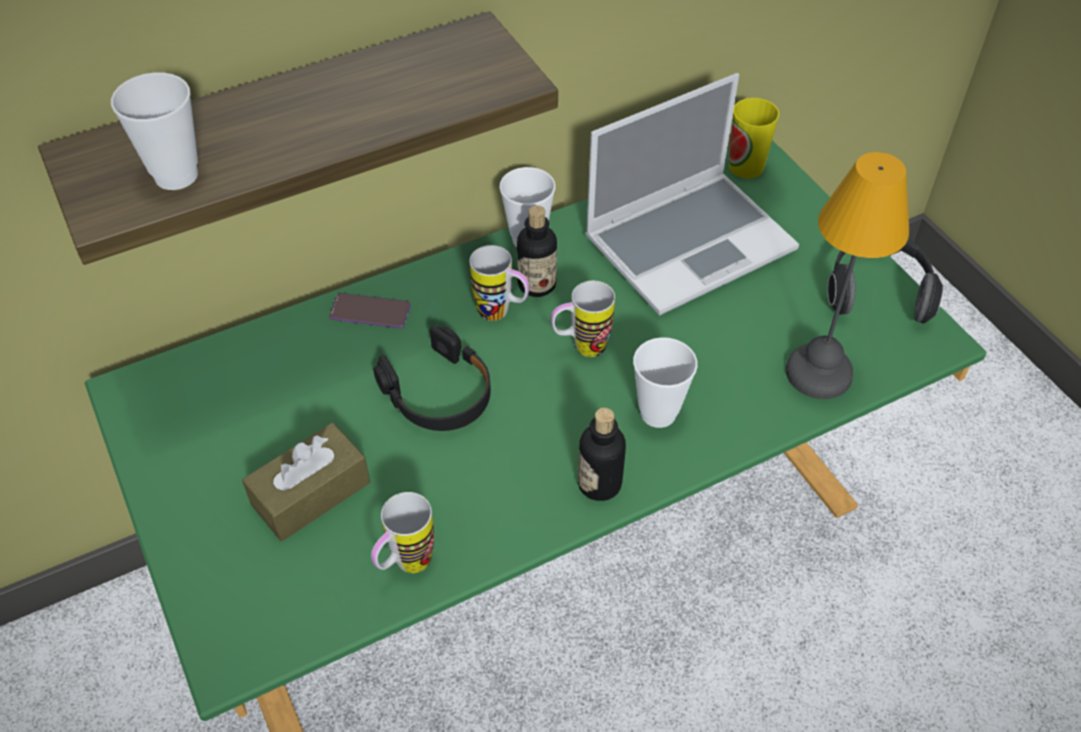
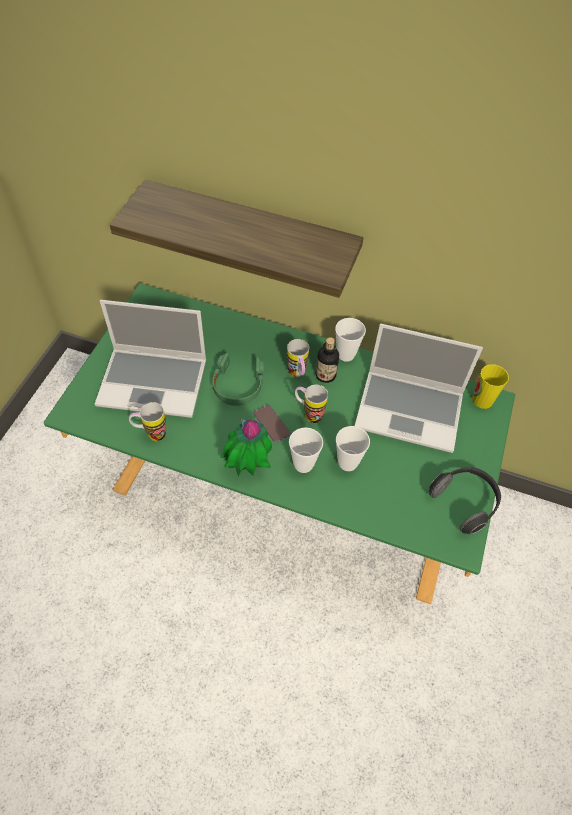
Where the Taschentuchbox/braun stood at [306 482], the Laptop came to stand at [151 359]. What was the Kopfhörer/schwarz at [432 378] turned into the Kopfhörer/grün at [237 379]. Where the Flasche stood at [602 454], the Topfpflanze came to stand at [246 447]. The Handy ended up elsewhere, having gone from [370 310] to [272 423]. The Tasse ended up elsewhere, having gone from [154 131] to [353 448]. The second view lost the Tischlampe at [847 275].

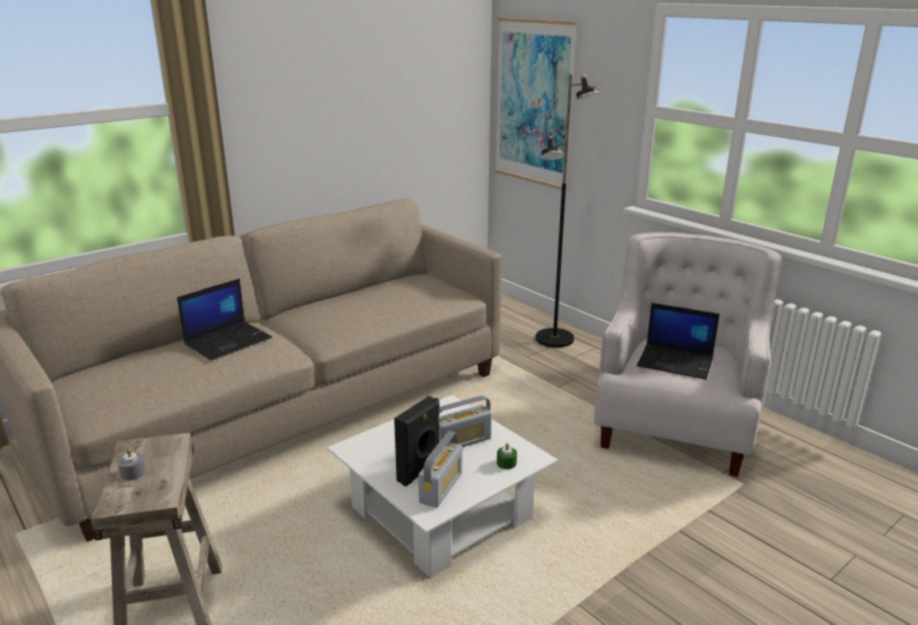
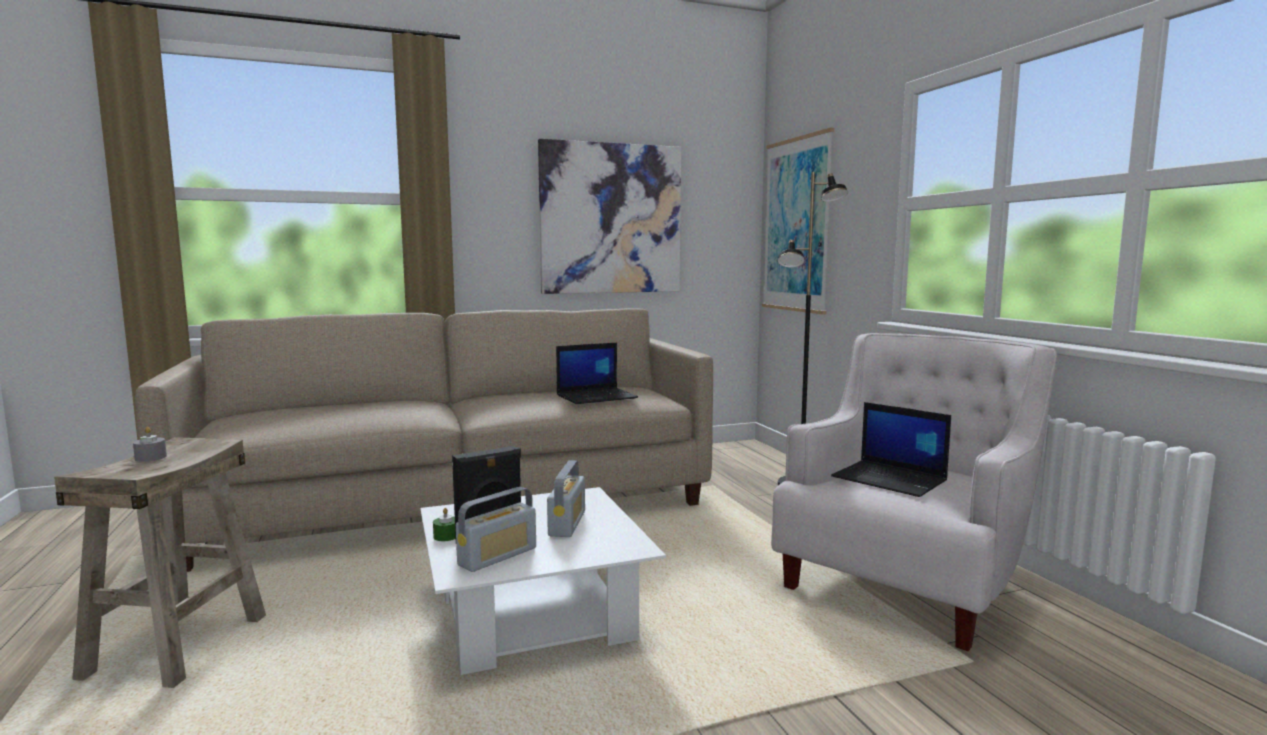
The Kerze/grün ended up elsewhere, having gone from [507 456] to [444 524]. The second view gained the Bild at [609 216]. The Radio at [465 421] ended up facing another way, 75 degrees counterclockwise from before. The Laptop ended up elsewhere, having gone from [224 319] to [597 373].

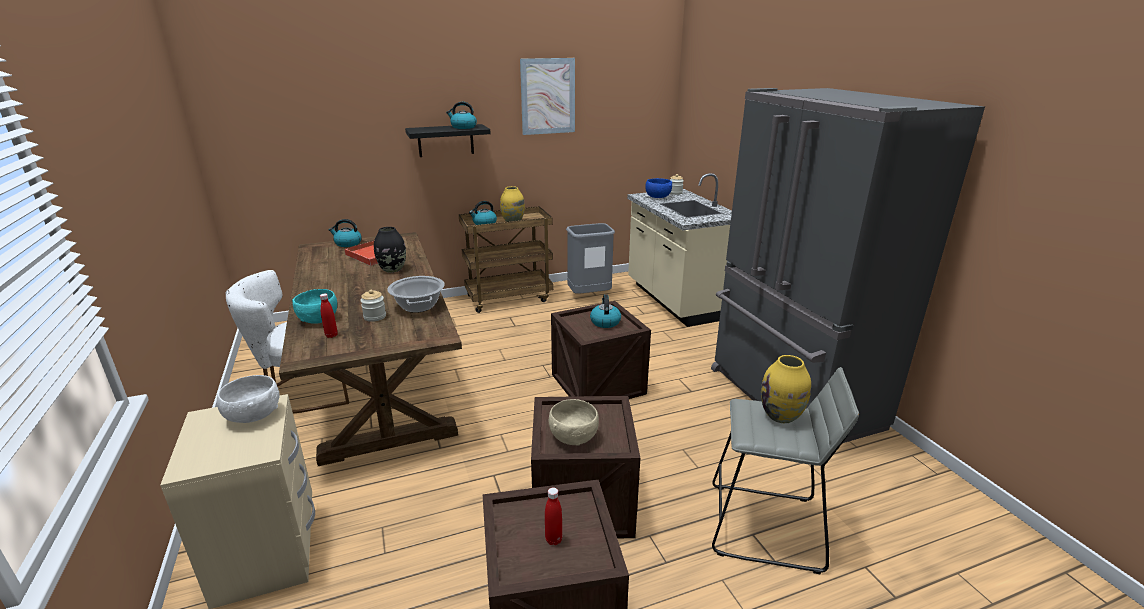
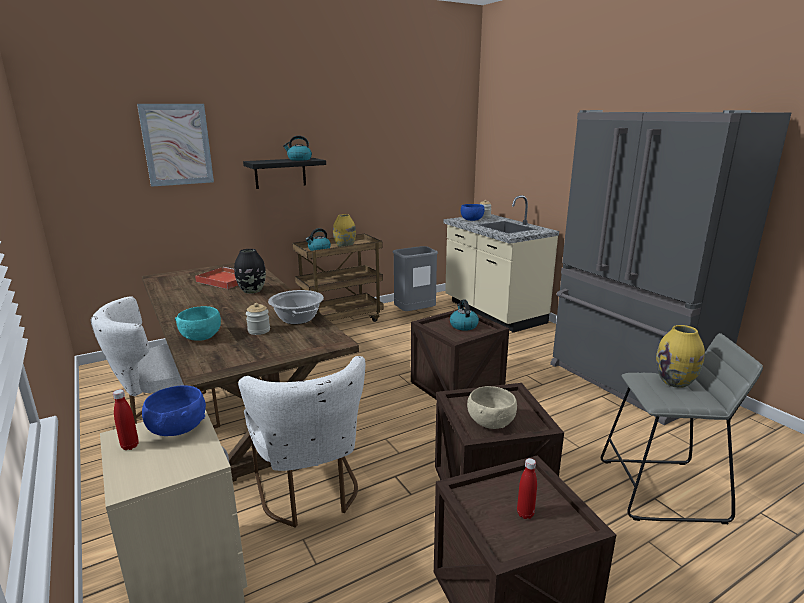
The Flasche/rot ended up elsewhere, having gone from [328 315] to [126 419]. The Bild ended up elsewhere, having gone from [547 96] to [175 145]. What was the Schüssel/weiß at [248 399] turned into the Schüssel/blau at [174 410]. The second view gained the Stuhl/weiß at [301 442]. The second view lost the Wasserkessel at [345 233].

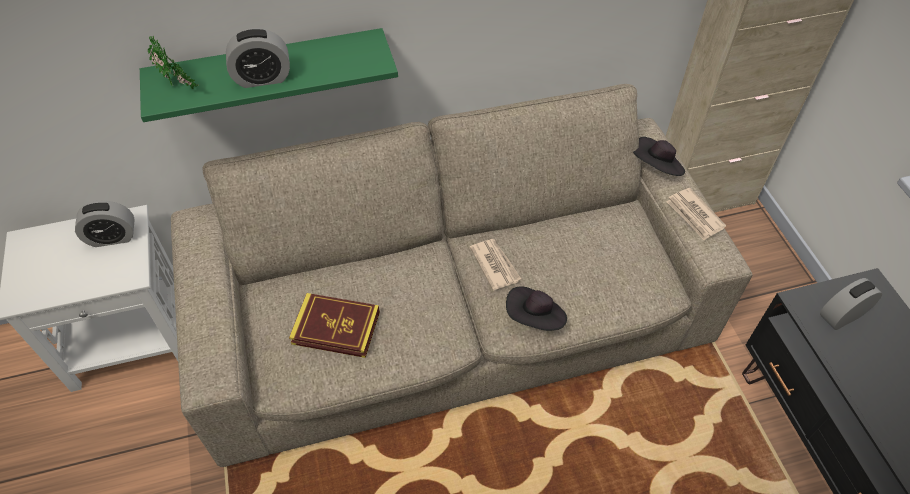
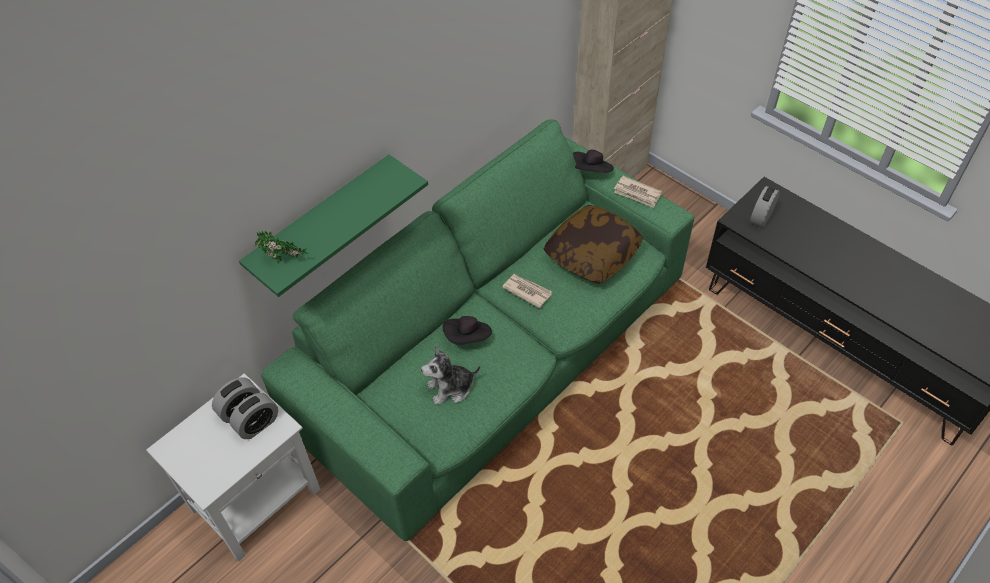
The Wecker ended up elsewhere, having gone from [258 58] to [254 416]. What was the Sofa/beige at [462 275] turned into the Sofa/grün at [477 330]. Where the Buch stood at [334 325], the Plüschtier came to stand at [450 375]. The Hut/schwarz ended up elsewhere, having gone from [536 308] to [467 330]. The second view gained the Kissen at [593 244].

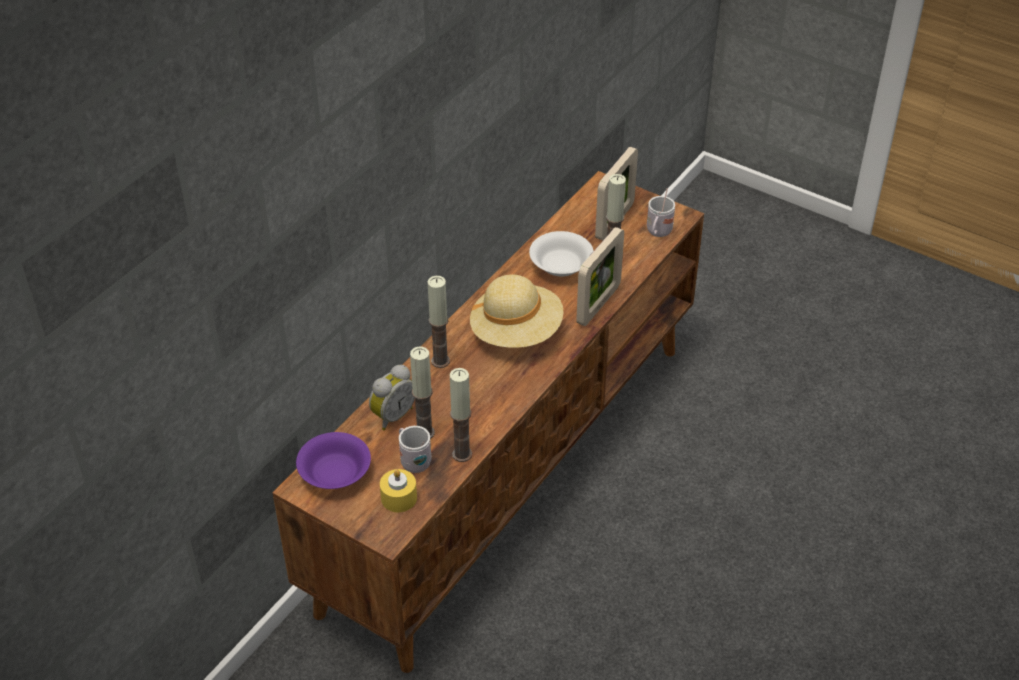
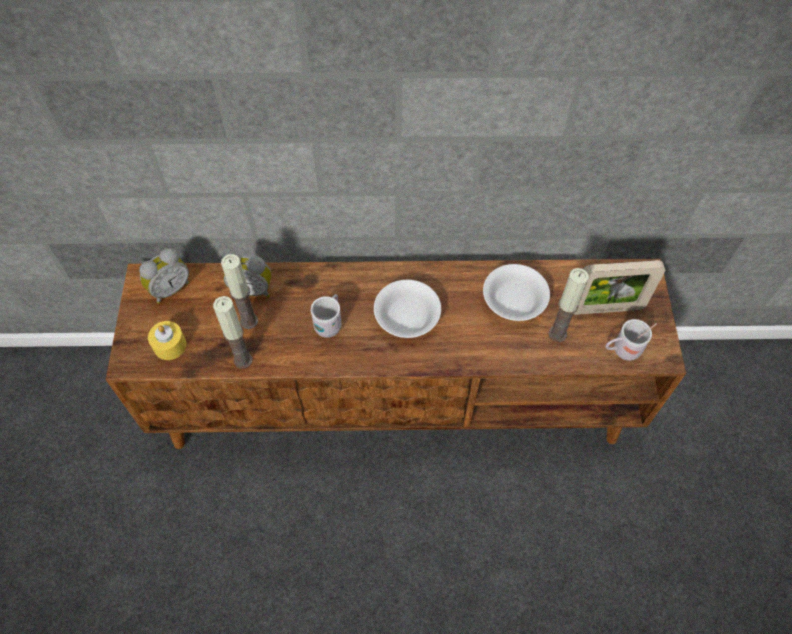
Where the Schüssel/lila stood at [333 460], the Wecker came to stand at [164 276]. The Henkelbecher/weiß ended up elsewhere, having gone from [415 449] to [326 316]. Where the Hut/beige stood at [517 311], the Schüssel/weiß came to stand at [407 309]. The second view lost the Kerze at [438 322]. The second view lost the Bilderrahmen at [600 276].

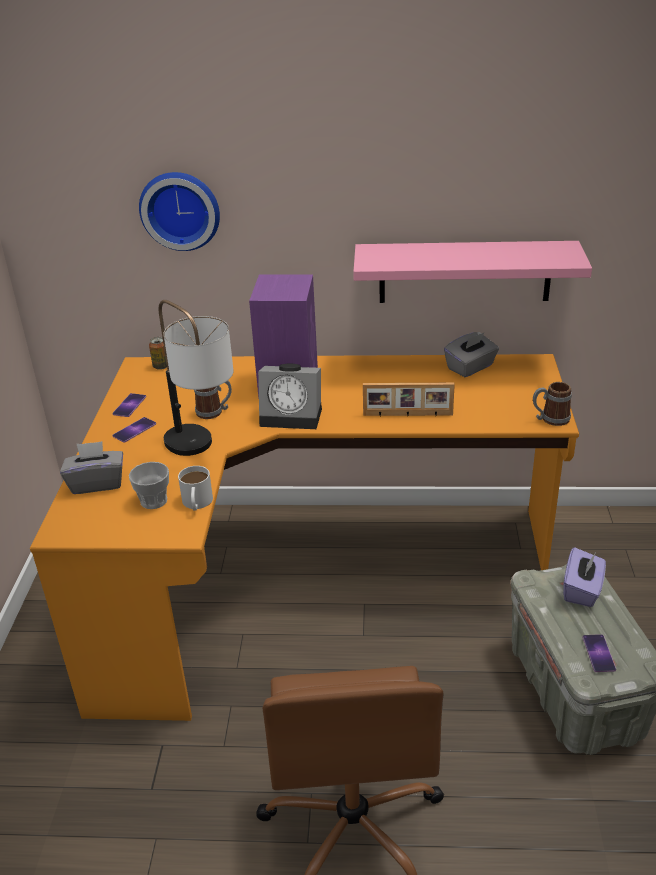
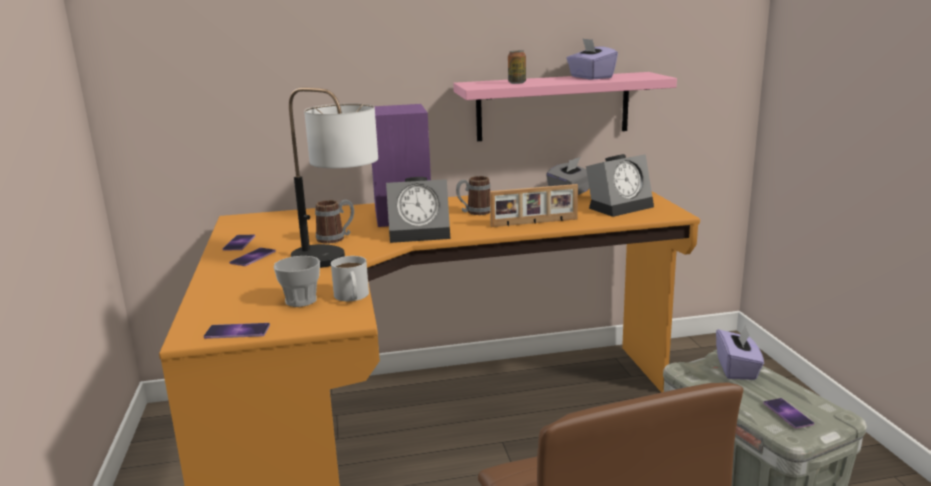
The second view gained the Handy at [237 331]. The Henkelbecher ended up elsewhere, having gone from [552 404] to [473 195]. The Dose ended up elsewhere, having gone from [158 353] to [517 67]. The second view gained the Taschentuchbox/lila at [592 59]. The second view gained the Wecker at [620 185]. The second view lost the Taschentuchbox/grau at [91 467]. The second view lost the Wanduhr at [179 211].

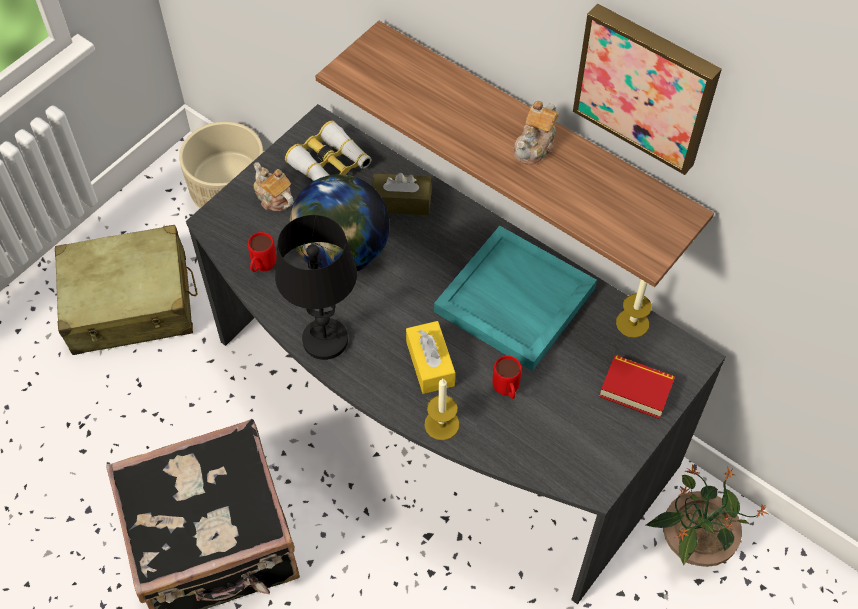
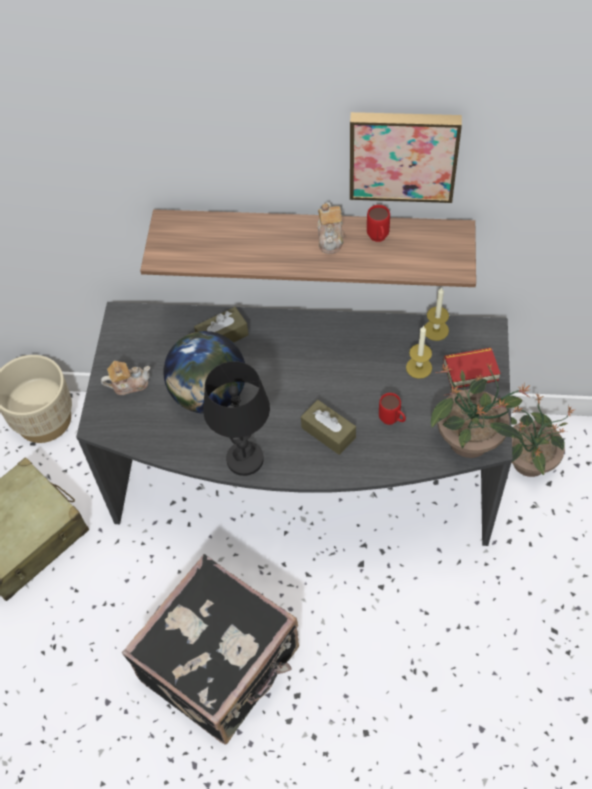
The Teekanne at [274 186] ended up facing another way, 150 degrees clockwise from before. What was the Taschentuchbox/gelb at [430 357] turned into the Taschentuchbox/braun at [328 427]. The Henkelbecher/rot ended up elsewhere, having gone from [262 252] to [378 223]. The Kerze ended up elsewhere, having gone from [441 409] to [419 352]. The second view gained the Topfpflanze at [480 410]. The second view lost the Fernglas at [328 151]. The second view lost the Tablett/türkis at [515 298].

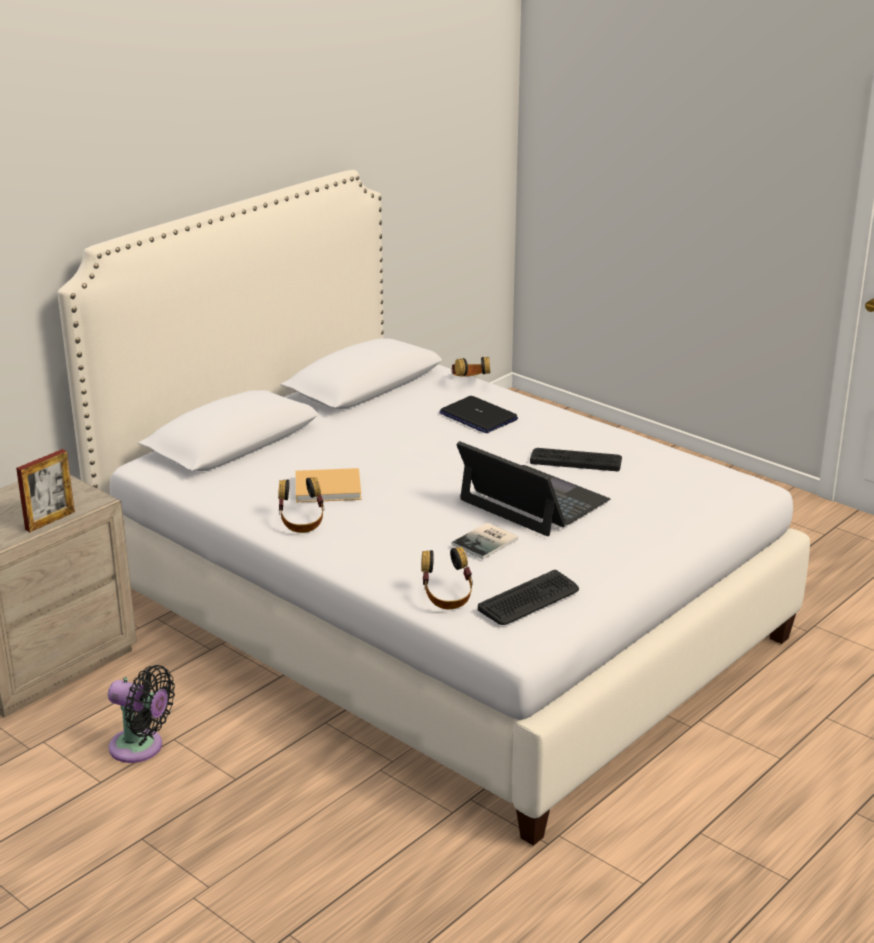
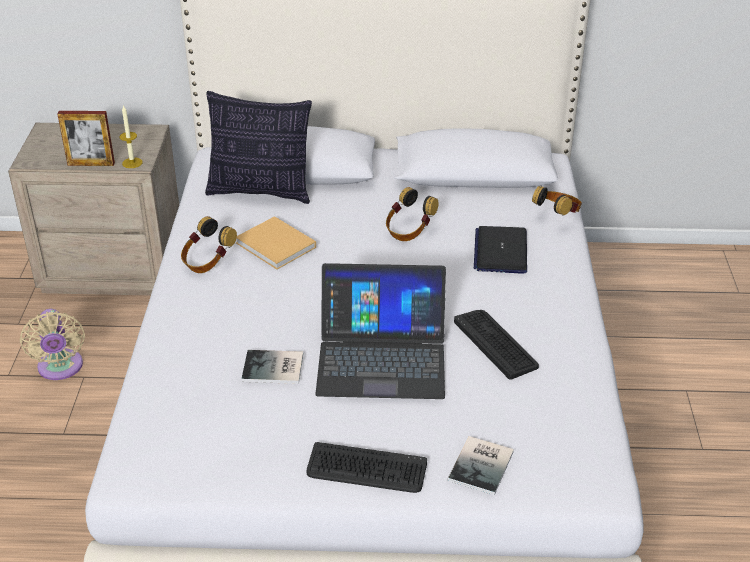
What was the Ventilator/schwarz at [141 714] turned into the Ventilator/beige at [52 344]. The second view gained the Kerze at [131 136]. The second view gained the Kissen at [258 147]. The Tastatur ended up elsewhere, having gone from [528 597] to [367 467]. The Laptop at [533 488] ended up facing another way, 90 degrees clockwise from before. The Kopfhörer ended up elsewhere, having gone from [447 578] to [412 214]. The second view gained the Buch at [481 465].

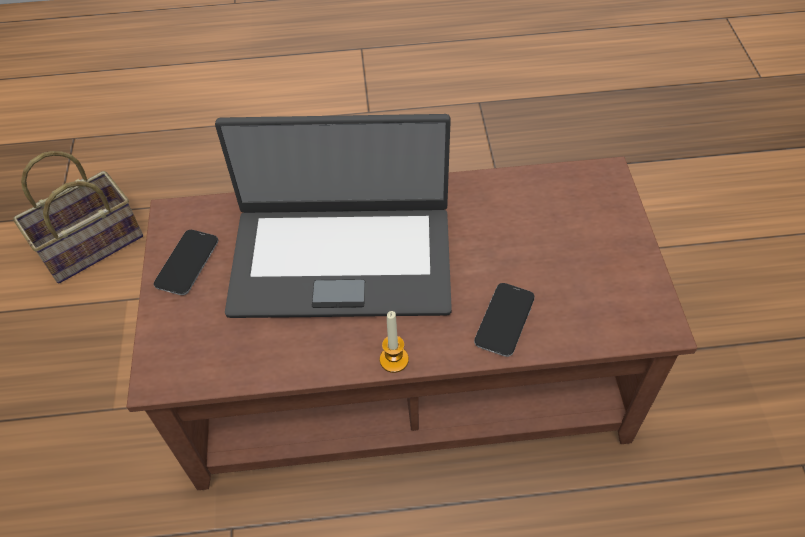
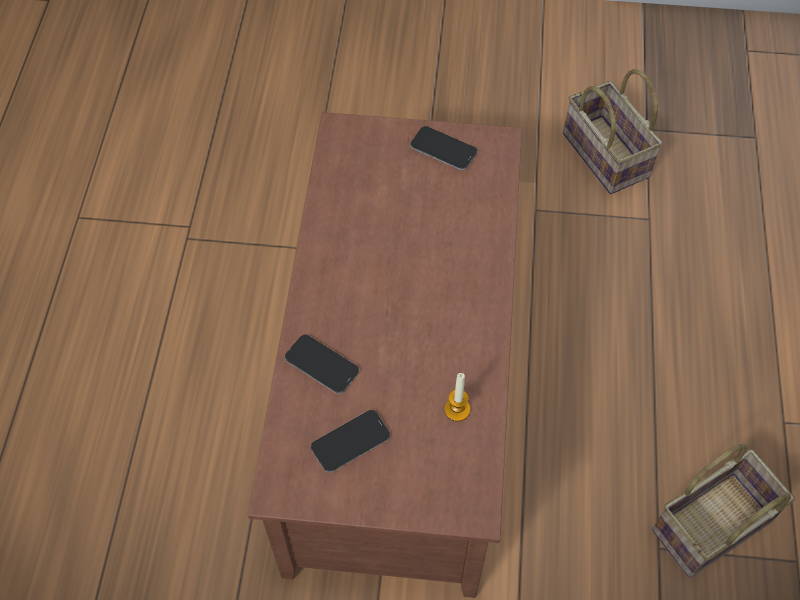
The second view gained the Handy at [350 441]. The Kerze ended up elsewhere, having gone from [394 342] to [457 397]. The second view gained the Korb at [723 511]. The second view lost the Laptop at [333 216].

